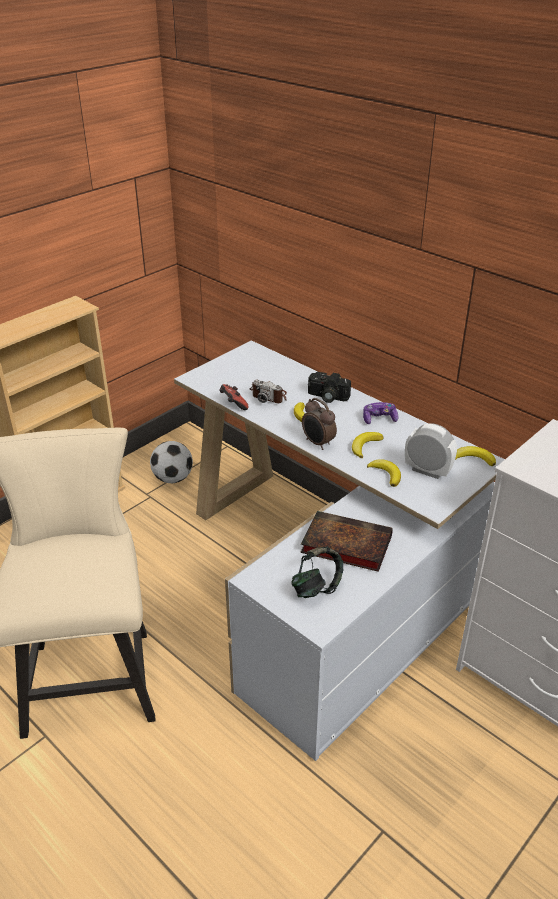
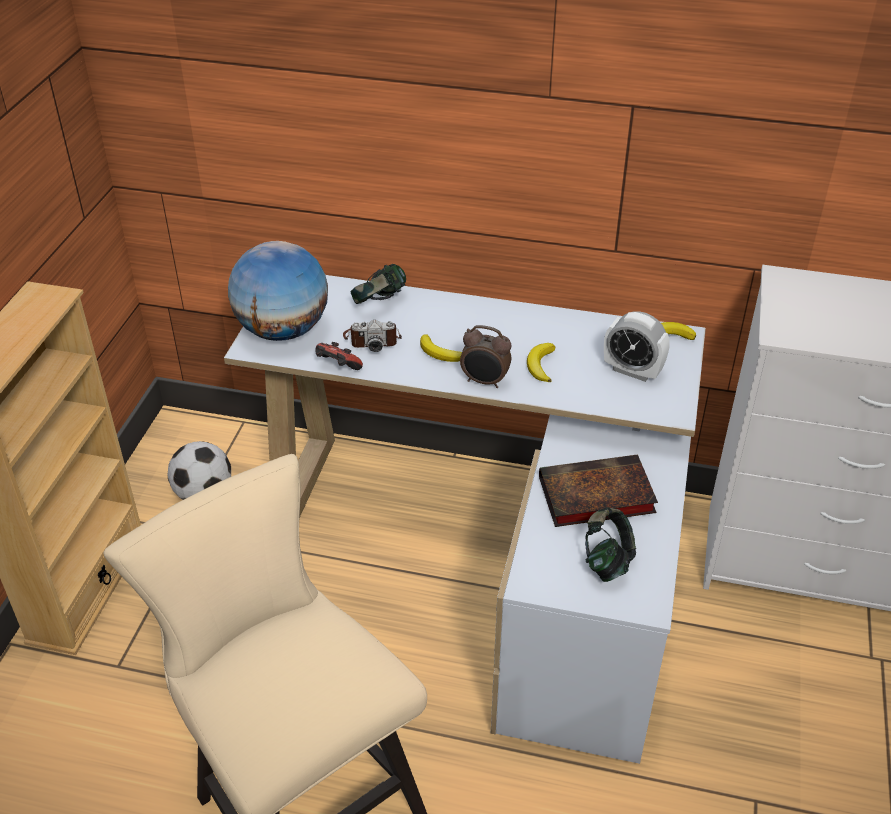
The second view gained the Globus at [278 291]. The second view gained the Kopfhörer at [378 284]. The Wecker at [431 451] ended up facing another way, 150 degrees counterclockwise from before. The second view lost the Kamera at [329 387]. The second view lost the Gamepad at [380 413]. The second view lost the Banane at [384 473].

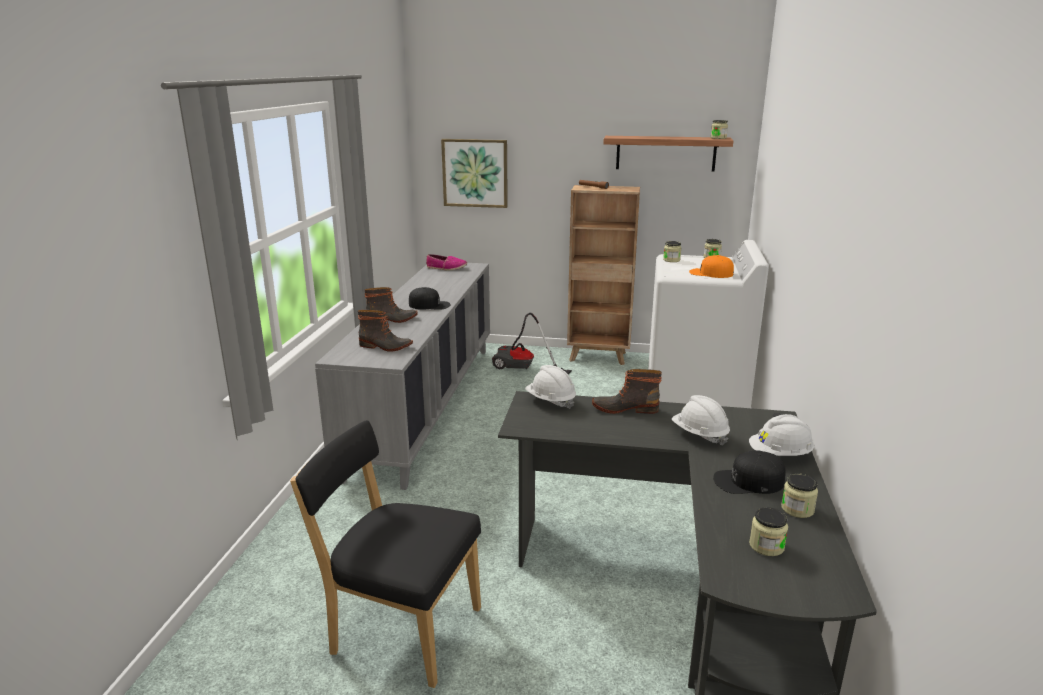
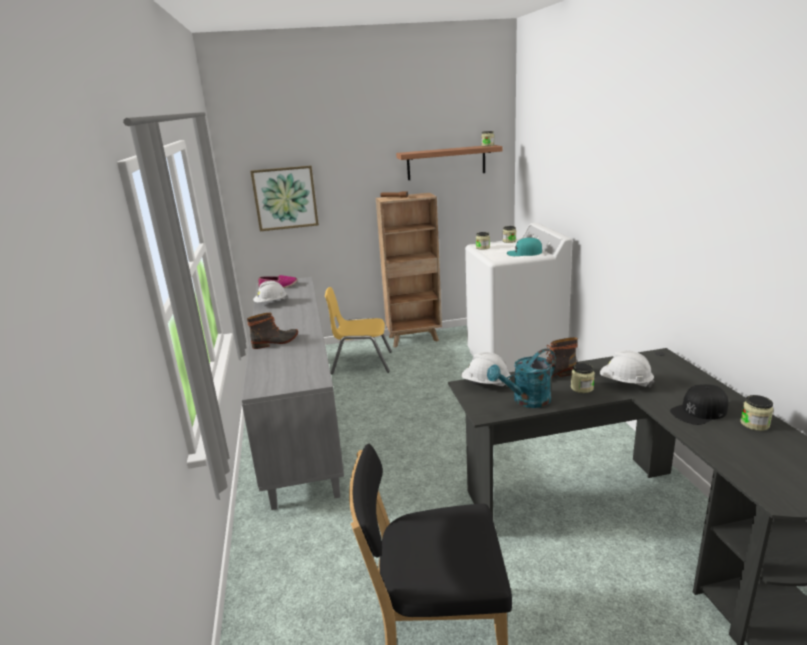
The Schutzhelm/weiß ended up elsewhere, having gone from [782 435] to [270 292]. Where the Staubsauger stood at [532 344], the Stuhl/gelb came to stand at [358 330]. The second view gained the Gießkanne/türkis at [521 378]. What was the Kappe/orange at [711 266] turned into the Kappe/türkis at [524 246]. The Vorratsglas ended up elsewhere, having gone from [768 531] to [583 378]. The second view lost the Stiefel at [385 331]. The second view lost the Kappe/schwarz at [429 298].

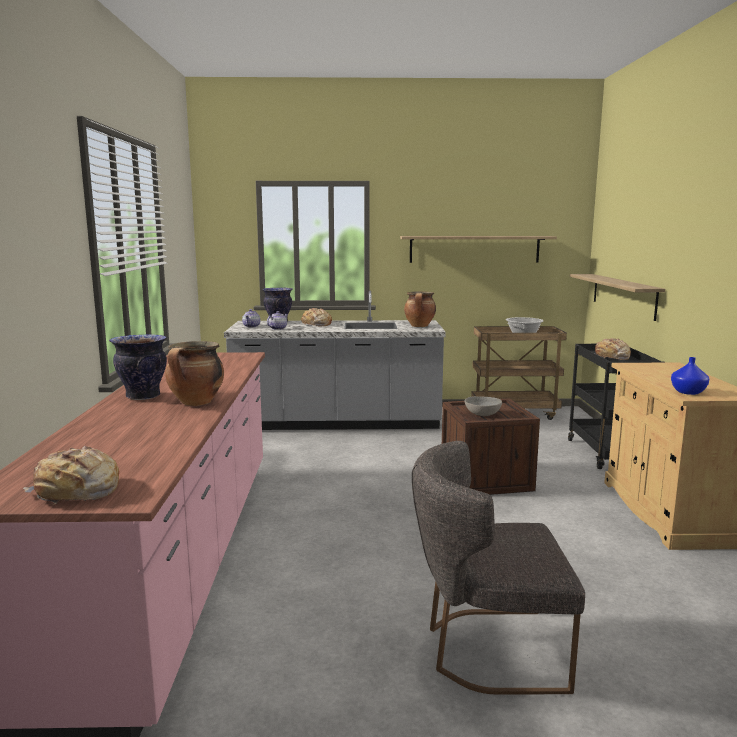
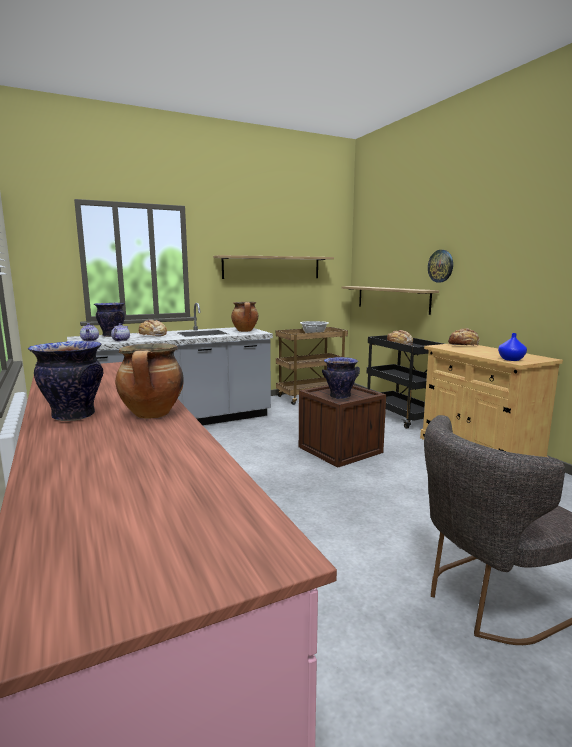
Where the Schüssel/grau stood at [483 406], the Vase came to stand at [341 378]. The second view gained the Wanduhr at [440 266]. The Brot ended up elsewhere, having gone from [71 475] to [464 337].

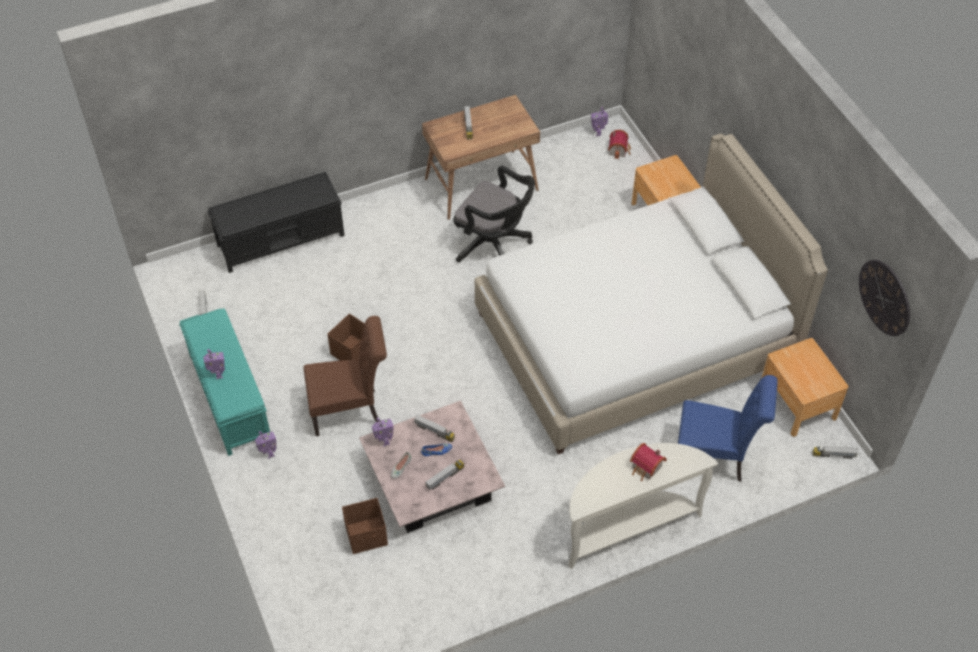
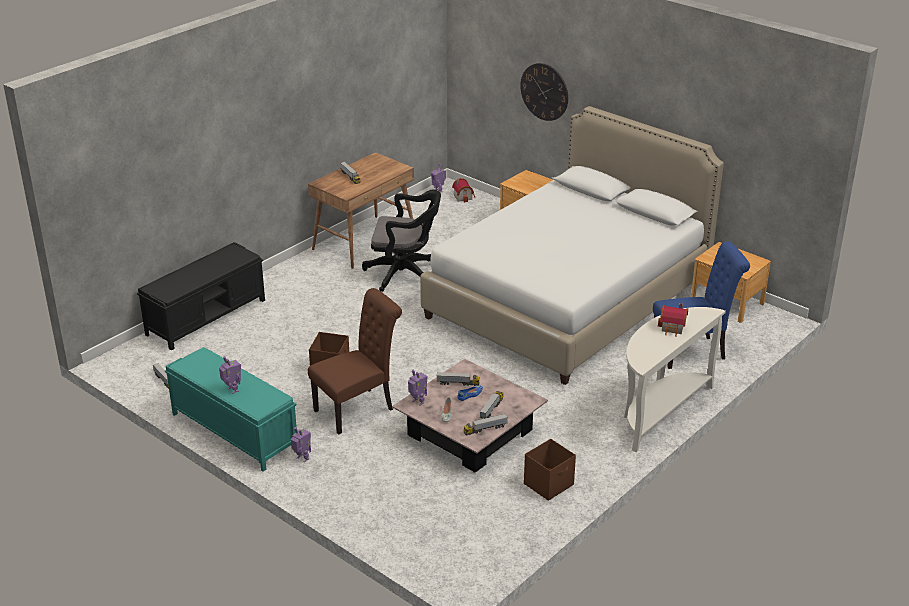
The Spielzeuglaster ended up elsewhere, having gone from [835 452] to [486 424]. The Wanduhr ended up elsewhere, having gone from [884 298] to [544 92]. The Aufbewahrungsbox/braun ended up elsewhere, having gone from [365 526] to [550 470].

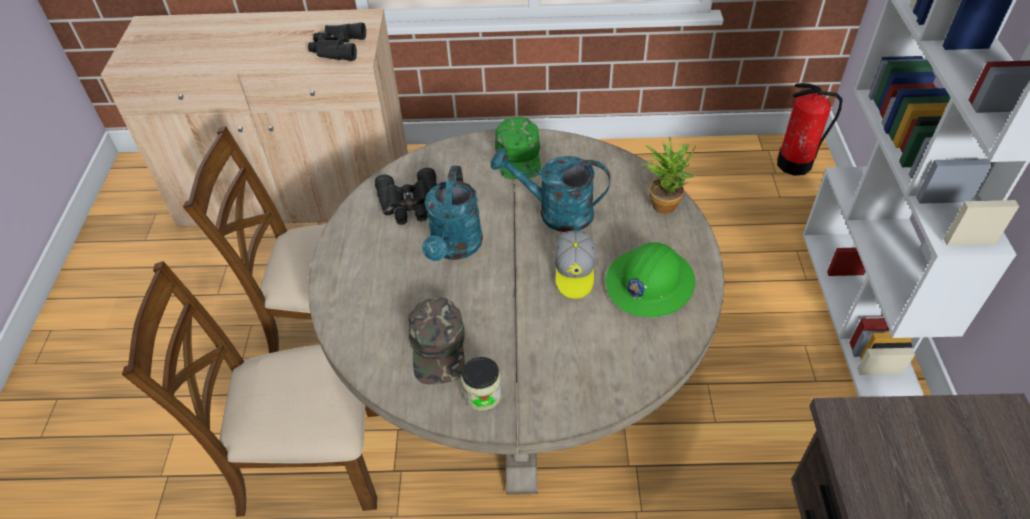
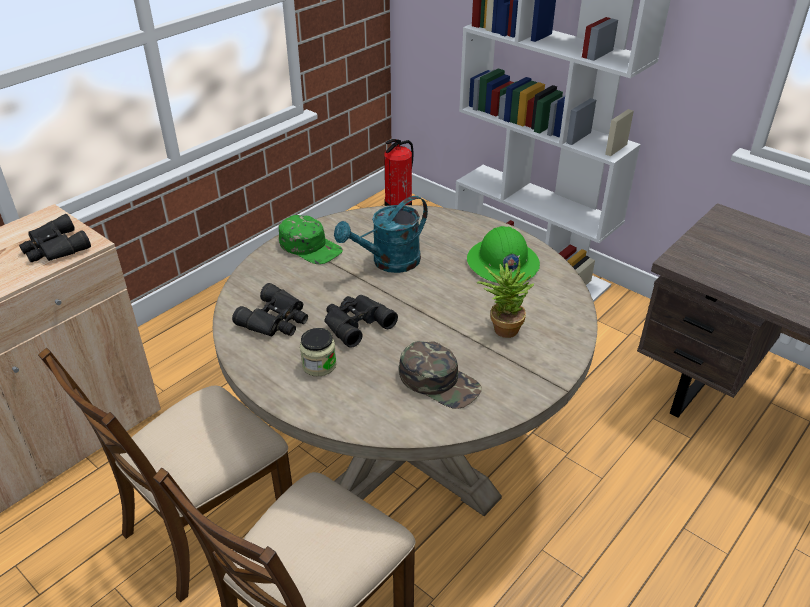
The Vorratsglas ended up elsewhere, having gone from [481 384] to [318 352]. Where the Gießkanne/türkis stood at [452 213], the Fernglas/schwarz came to stand at [361 321]. The Topfpflanze ended up elsewhere, having gone from [669 175] to [505 298]. The second view lost the Kappe at [575 265].

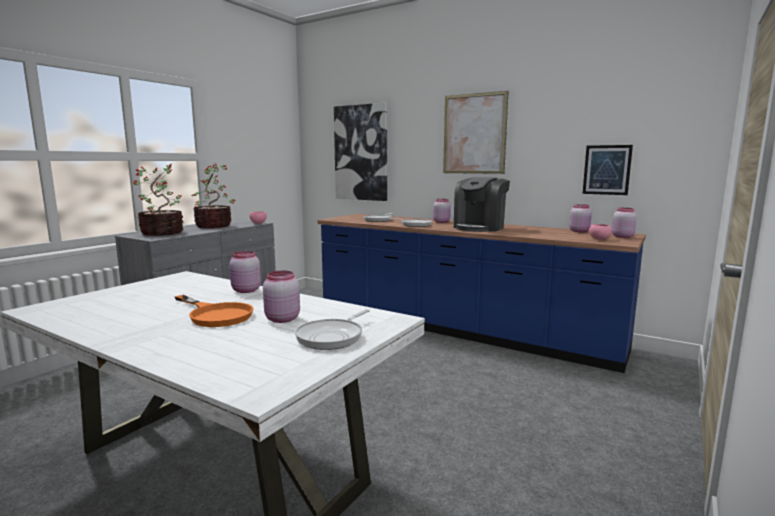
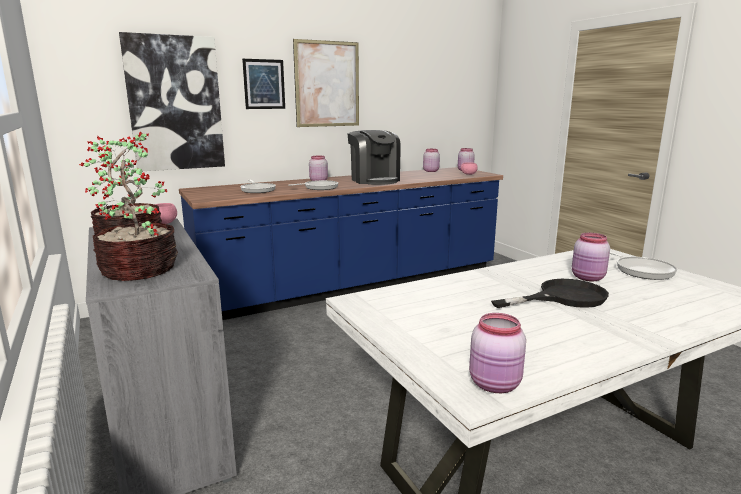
The Bild ended up elsewhere, having gone from [608 170] to [263 84]. The Vorratsglas/rosa ended up elsewhere, having gone from [245 272] to [497 353]. What was the Pfanne/orange at [214 311] turned into the Pfanne/schwarz at [550 293].

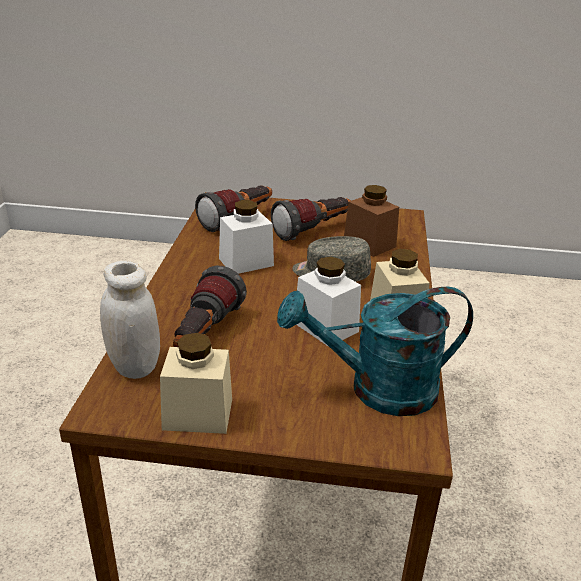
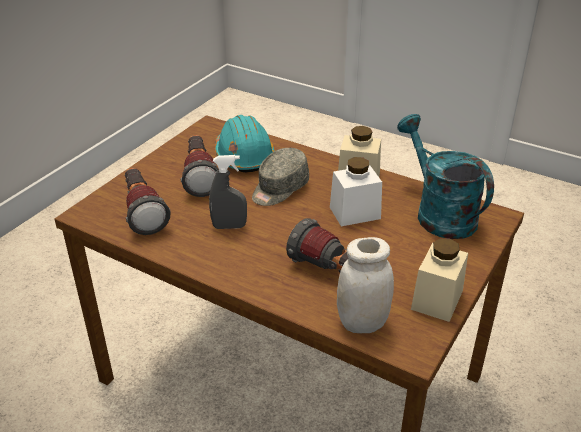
Where the Vorratsglas/weiß stood at [246 237], the Sprühflasche/grau came to stand at [228 192]. Where the Vorratsglas/braun stood at [371 221], the Schutzhelm/türkis came to stand at [245 143]. The Gießkanne/türkis at [375 351] ended up facing another way, 135 degrees clockwise from before.

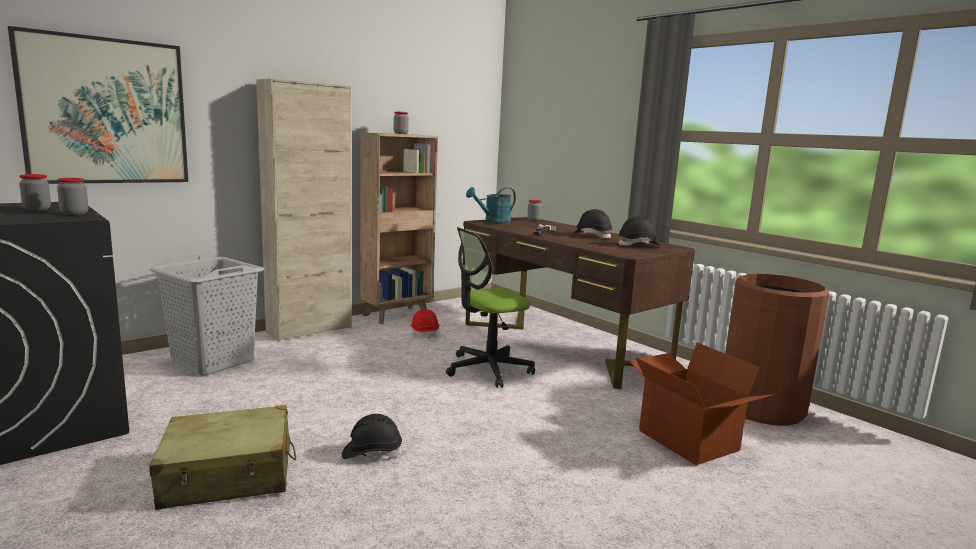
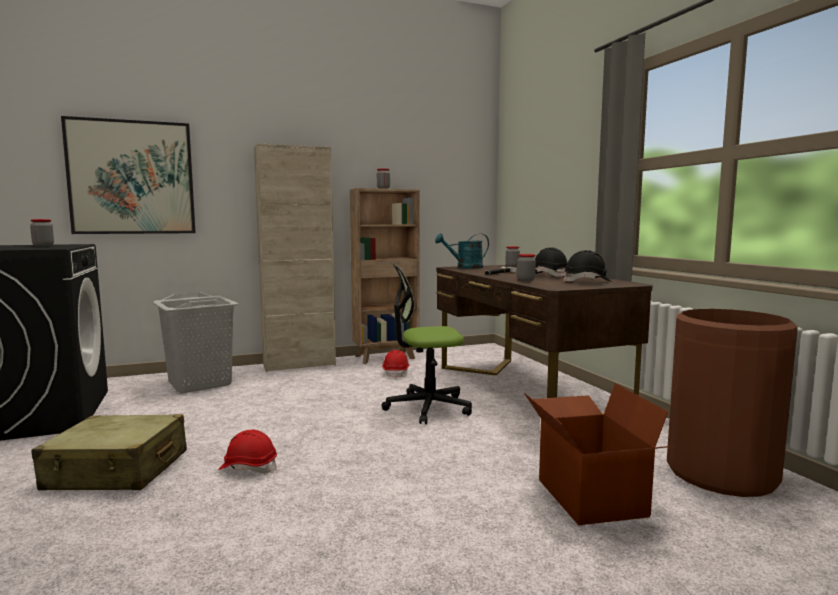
What was the Schutzhelm/schwarz at [372 436] turned into the Schutzhelm/rot at [247 452]. The Vorratsglas ended up elsewhere, having gone from [72 196] to [526 267].

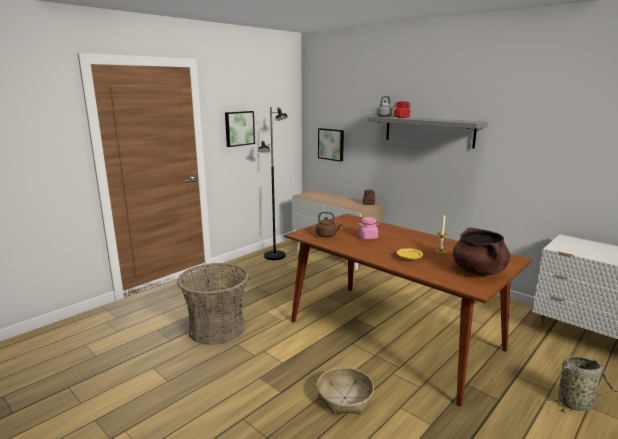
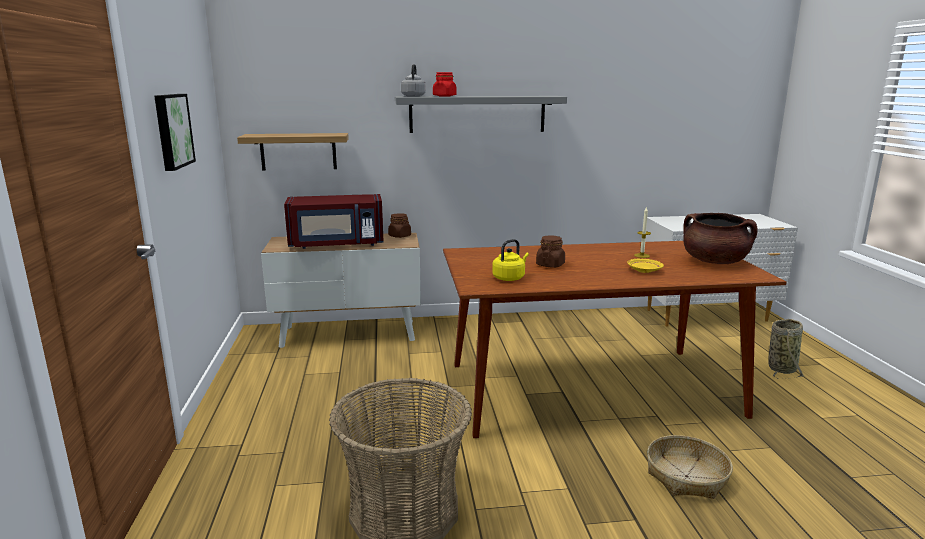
Where the Bild hung at [331 145], the Wandregal came to hang at [293 152]. The second view gained the Mikrowelle/rot at [334 221]. What was the Wasserkessel/braun at [329 224] turned into the Wasserkessel/gelb at [510 260]. What was the Vorratsglas/rosa at [369 228] turned into the Vorratsglas/braun at [550 251]. The second view lost the Stehlampe/schwarz at [272 183].

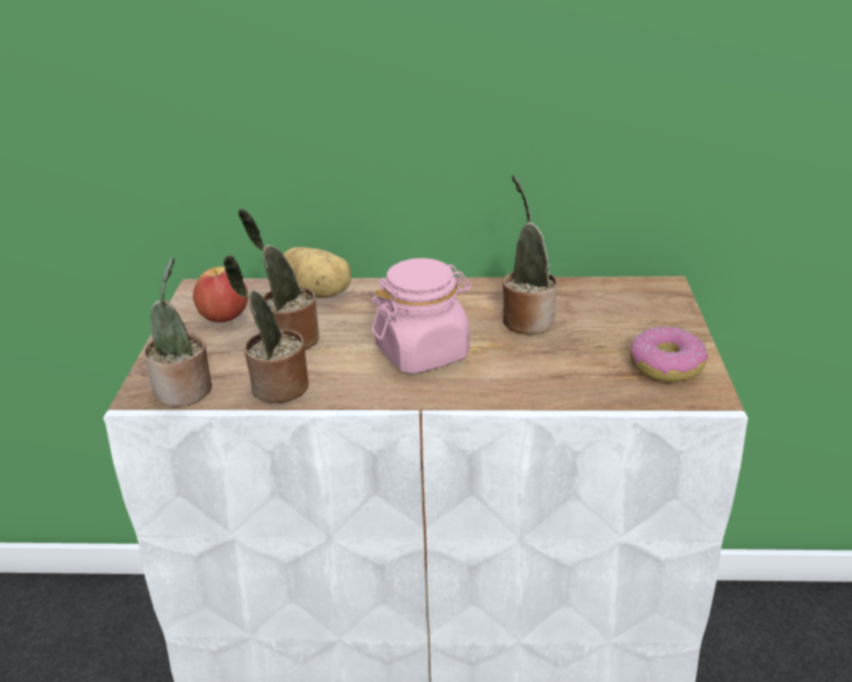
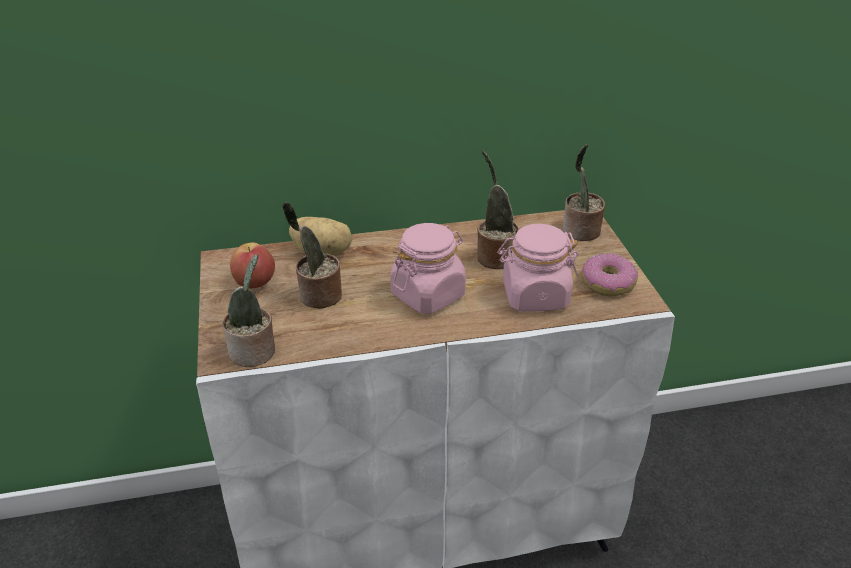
The second view gained the Vorratsglas/rosa at [538 267]. The Topfpflanze ended up elsewhere, having gone from [266 329] to [584 192].

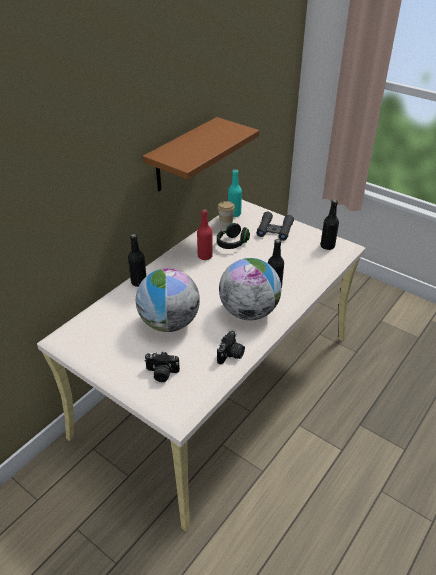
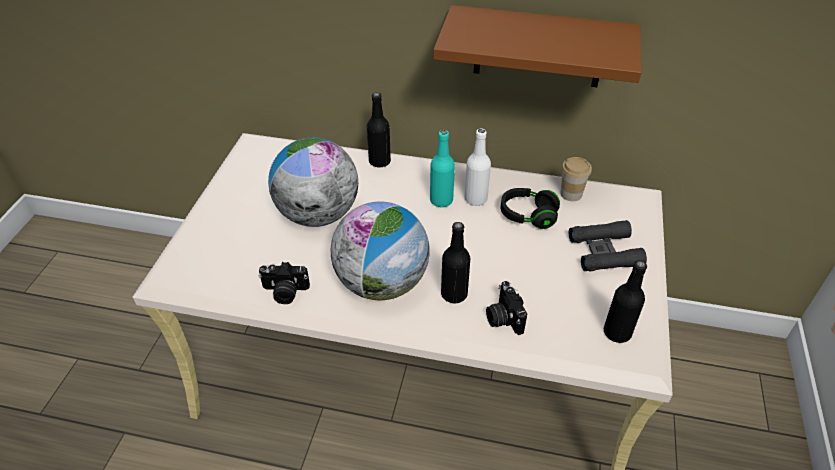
The Flasche/türkis ended up elsewhere, having gone from [235 193] to [442 168]. What was the Flasche/rot at [205 234] turned into the Flasche/weiß at [477 167]. The Kamera ended up elsewhere, having gone from [162 367] to [506 308].

